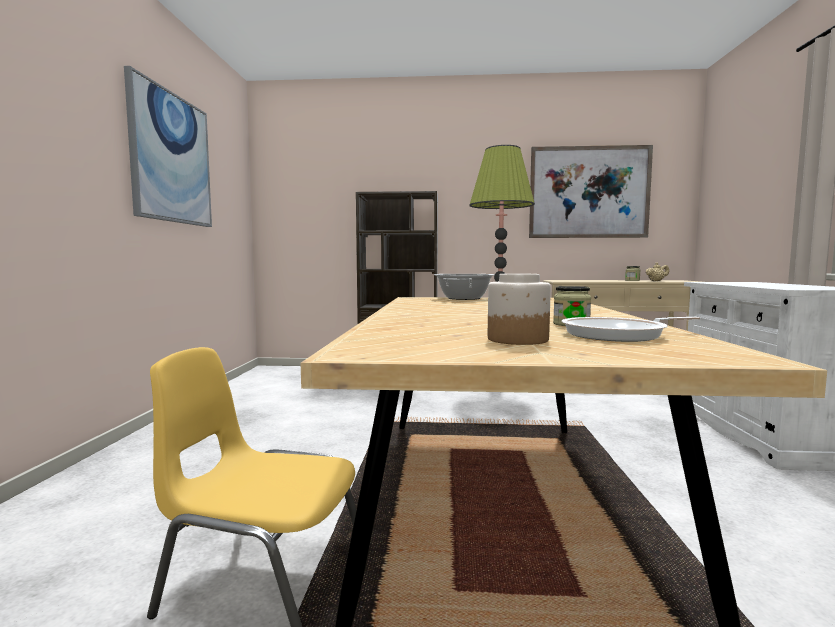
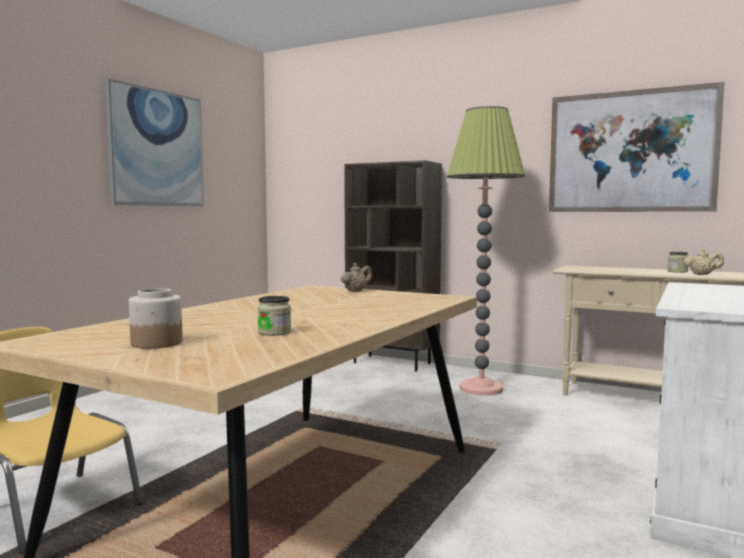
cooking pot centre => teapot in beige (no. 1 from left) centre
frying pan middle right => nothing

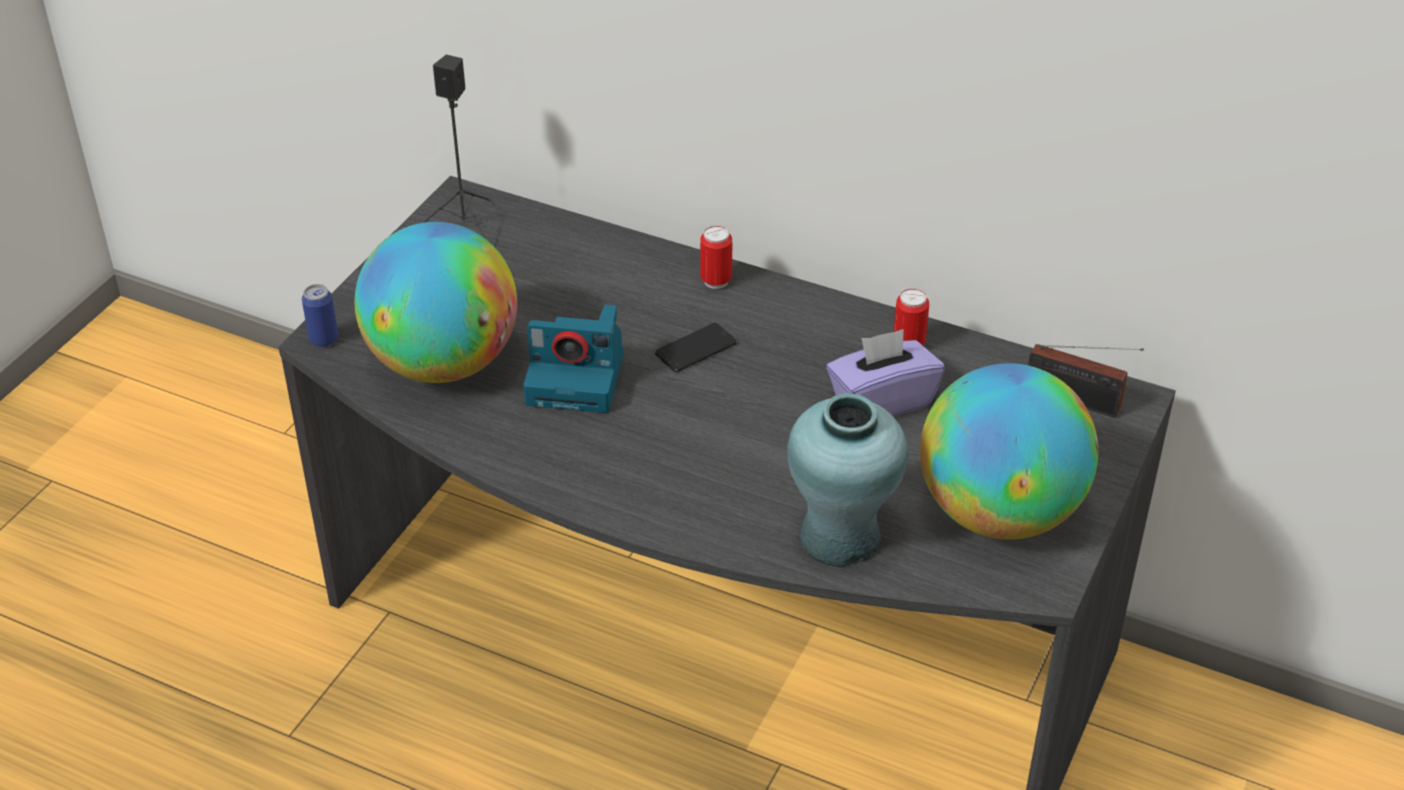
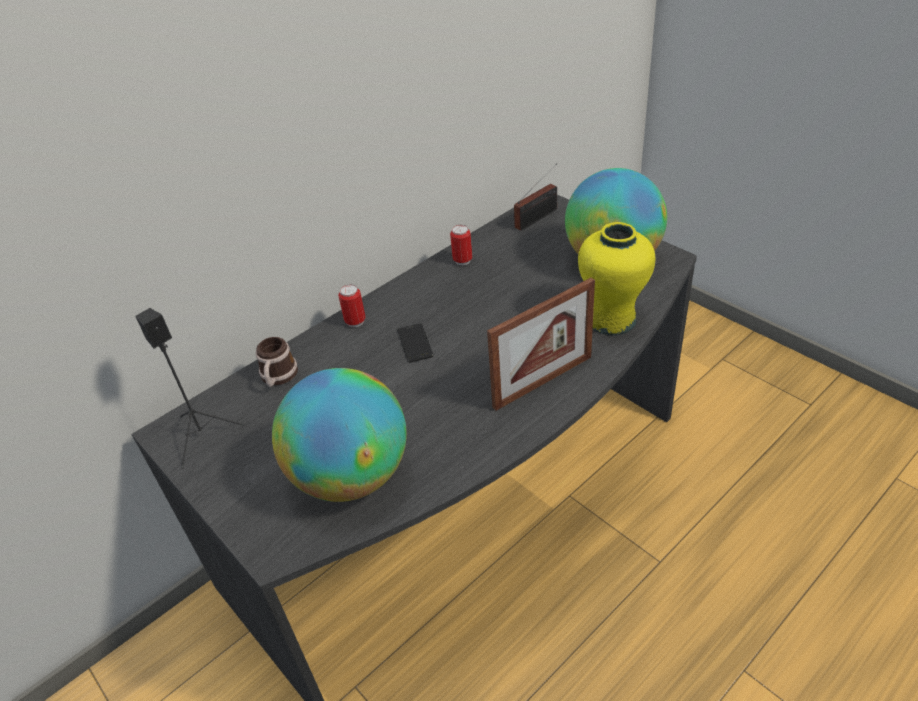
nothing => mug middle left
nothing => picture frame centre
vase in turquoise centre => vase in yellow middle right
can (no. 1 from left) middle left => nothing
photo camera centre => nothing
tissue box in purple centre => nothing

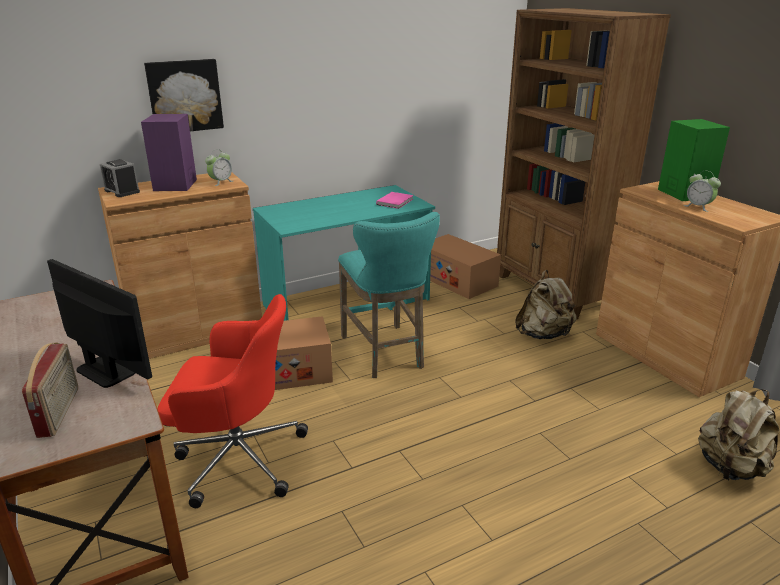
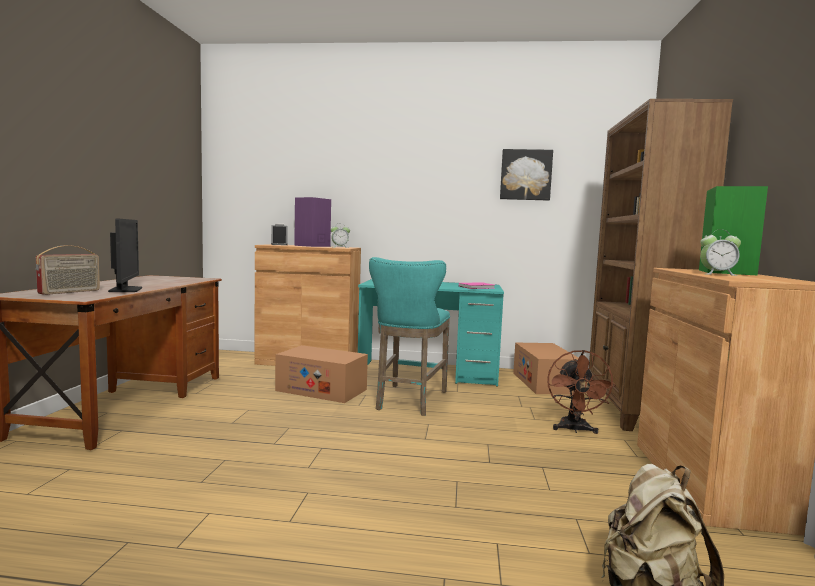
picture top left => picture top centre, shifted
backpack in beige (no. 1 from left) middle right => fan in brown bottom right
alarm clock (no. 3 from left) top right => alarm clock (no. 3 from left) middle right, 75 degrees counterclockwise
office chair in red bottom left => nothing

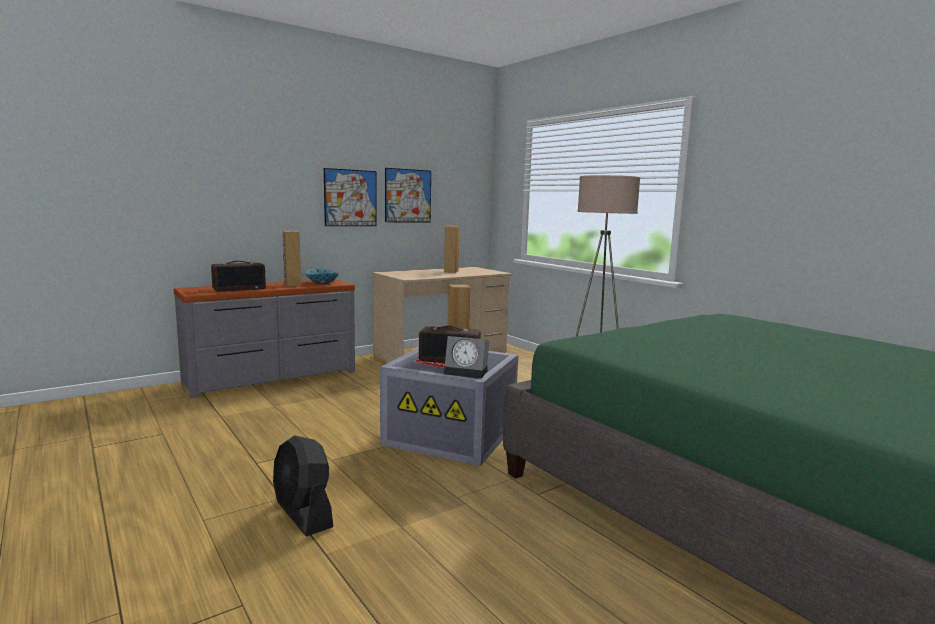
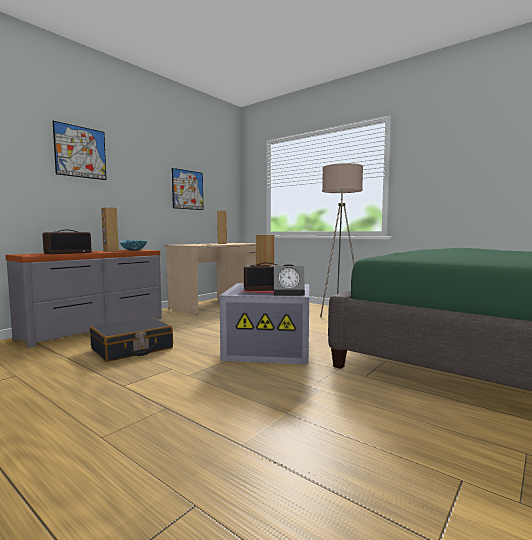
picture (no. 1 from left) top centre => picture (no. 1 from left) top left, shifted
nothing => suitcase in black middle left
fan in black bottom left => nothing

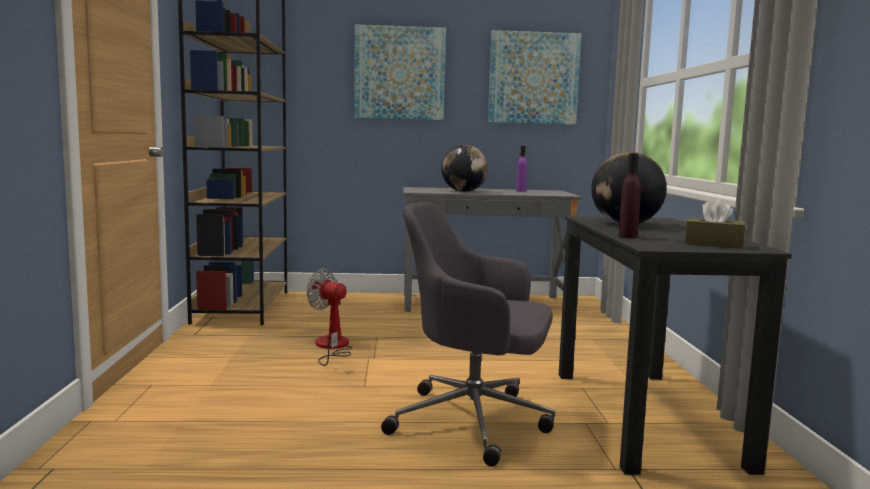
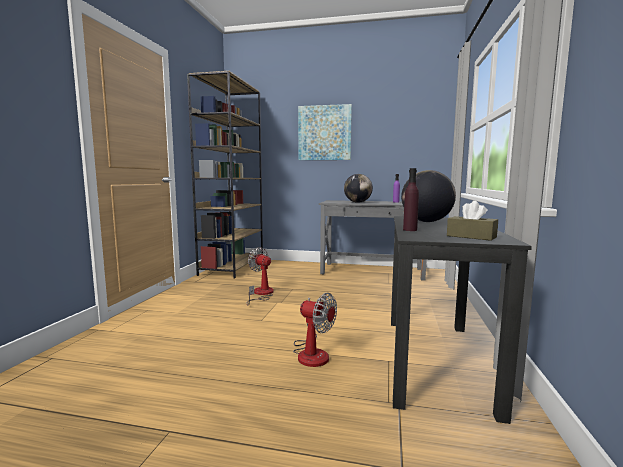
office chair in grey bottom centre => fan (no. 2 from left) bottom centre
picture (no. 2 from left) top centre => nothing

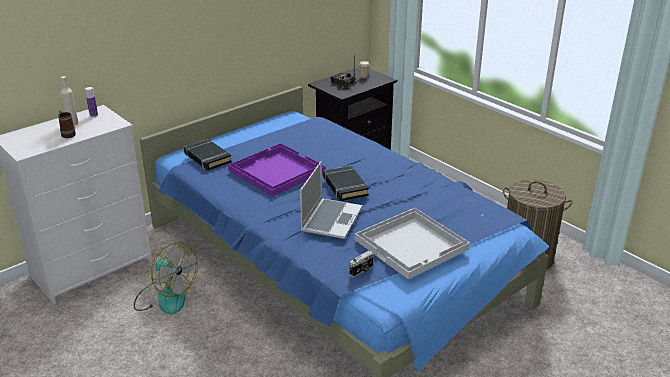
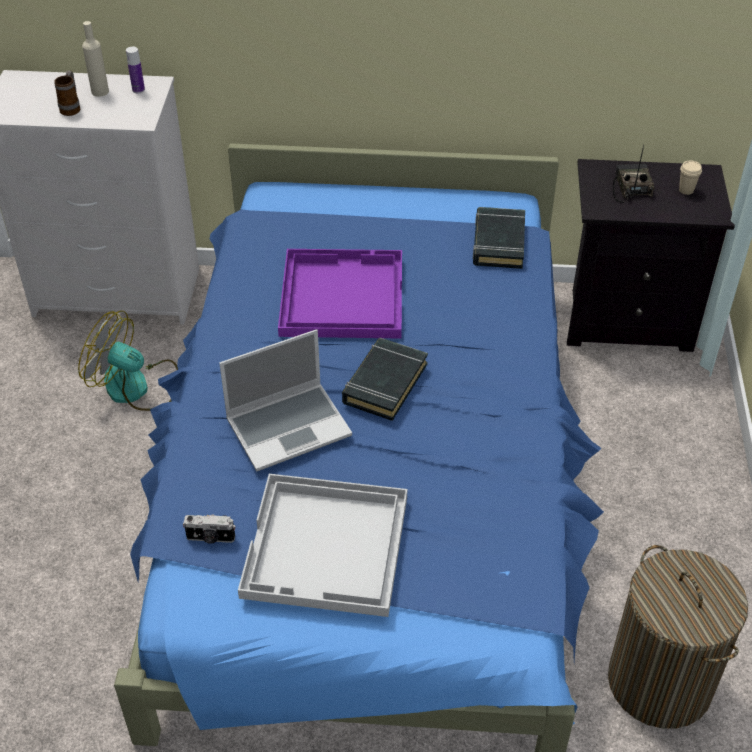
fan bottom left => fan middle left, 120 degrees clockwise
book in black (no. 1 from left in the first image) middle left => book in black (no. 2 from left) top centre, shifted

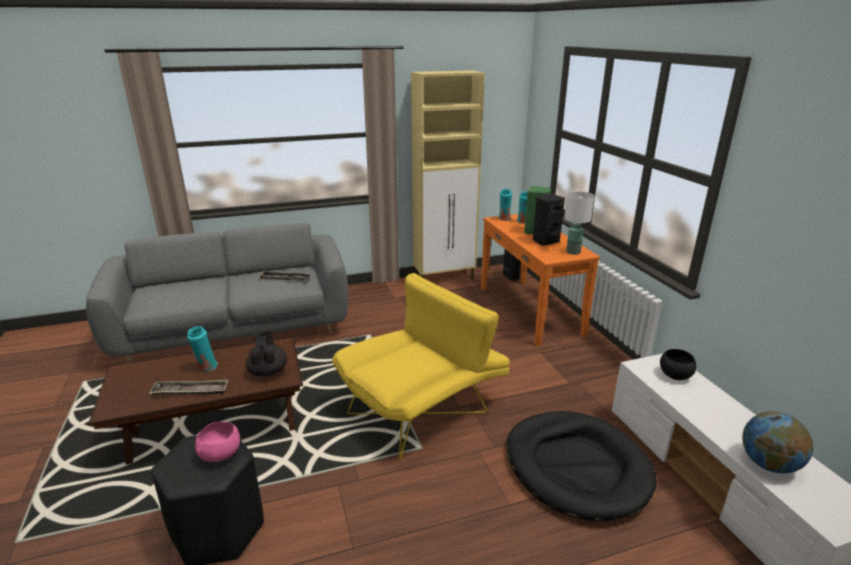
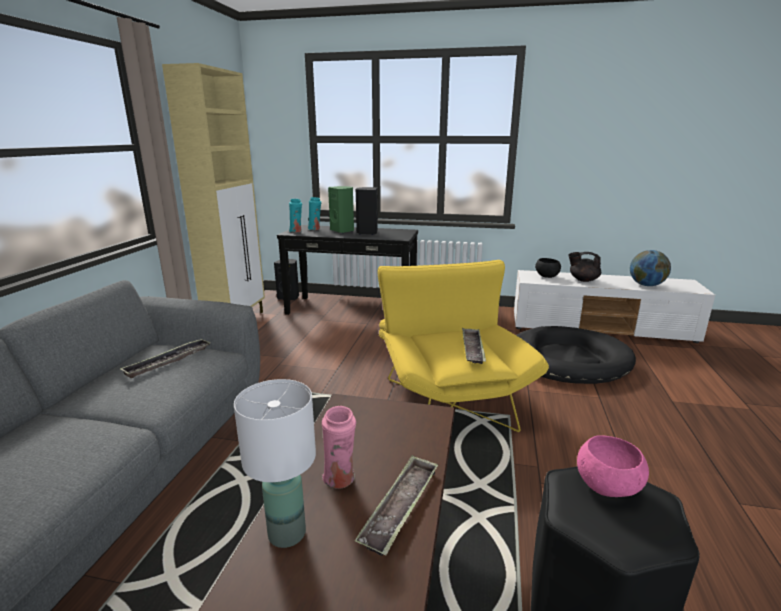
table lamp in white middle right => table lamp in white bottom centre, shifted
console table in orange centre => console table in black centre
vase in turquoise (no. 1 from left) middle left => vase in pink bottom centre
nothing => tray (no. 3 from left) centre
teapot in black middle left => teapot in black middle right, shifted

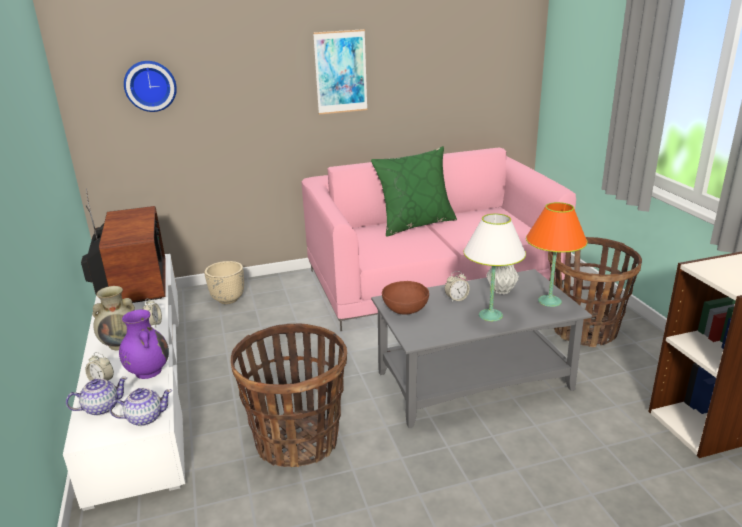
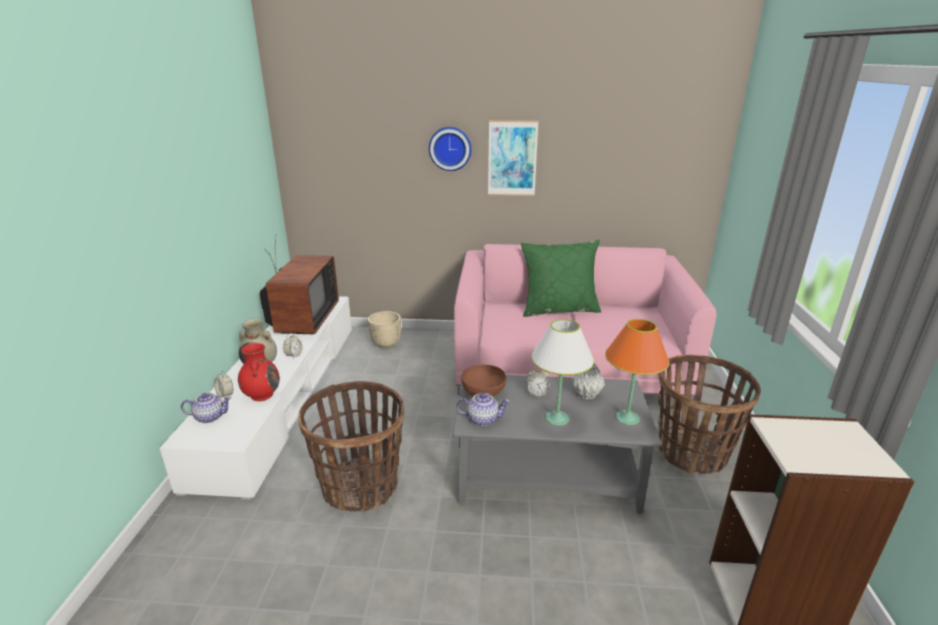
vase in purple middle left => vase in red middle left
wall clock top left => wall clock top centre, shifted
teapot (no. 2 from left) bottom left => teapot (no. 2 from left) centre, shifted

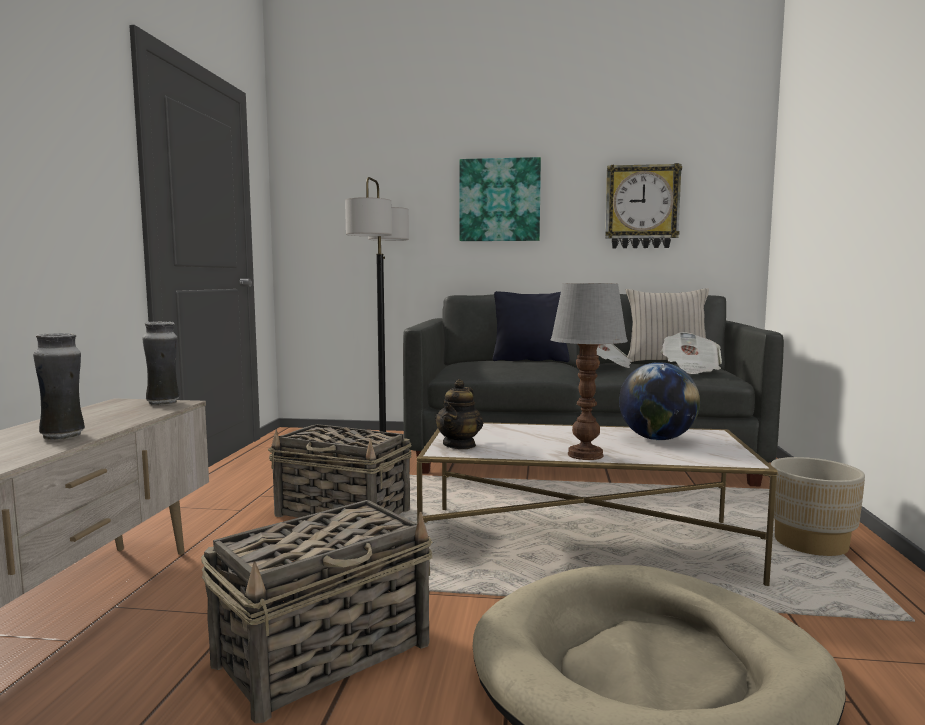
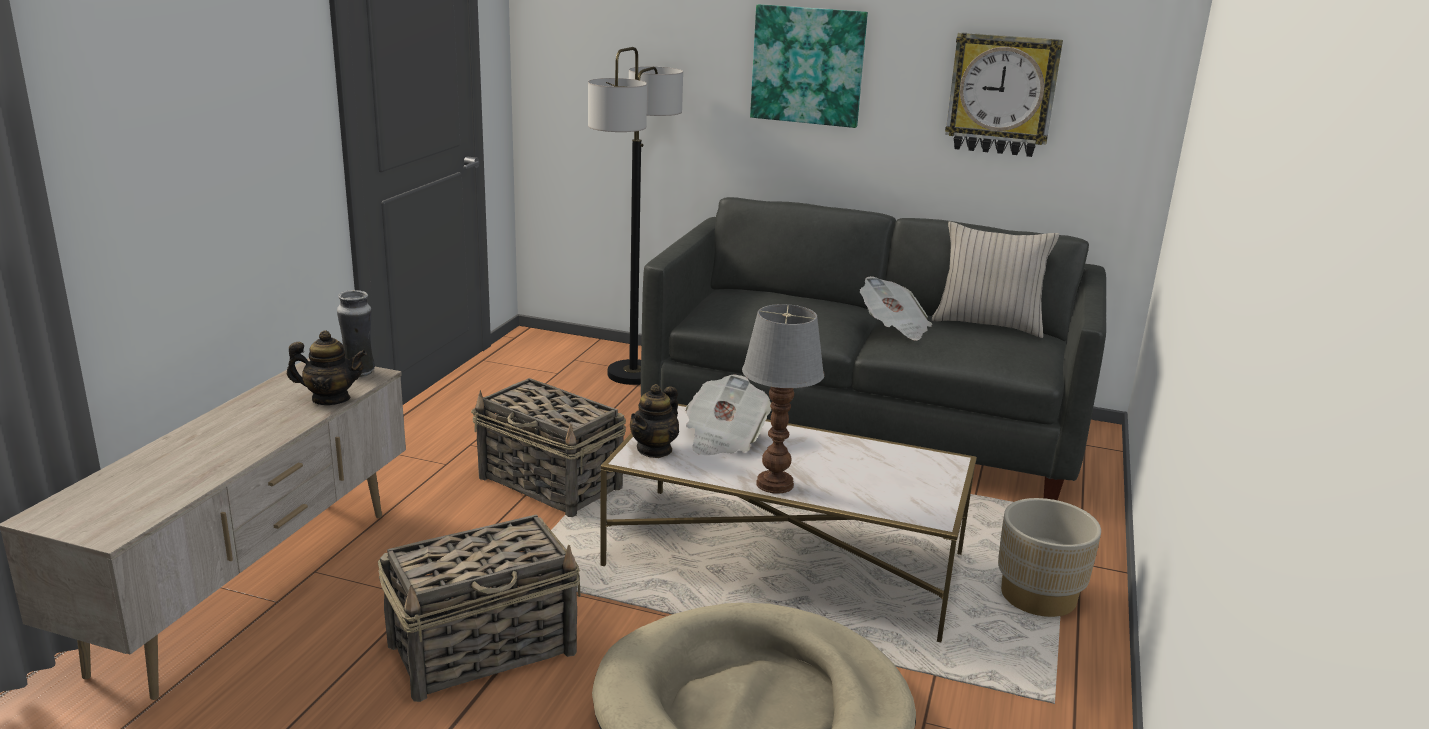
nothing => teapot (no. 1 from left) middle left
newspaper (no. 2 from left in the first image) middle right => newspaper (no. 1 from left) centre, shifted
vase (no. 1 from left) middle left => nothing
pillow in black centre => nothing
globe middle right => nothing

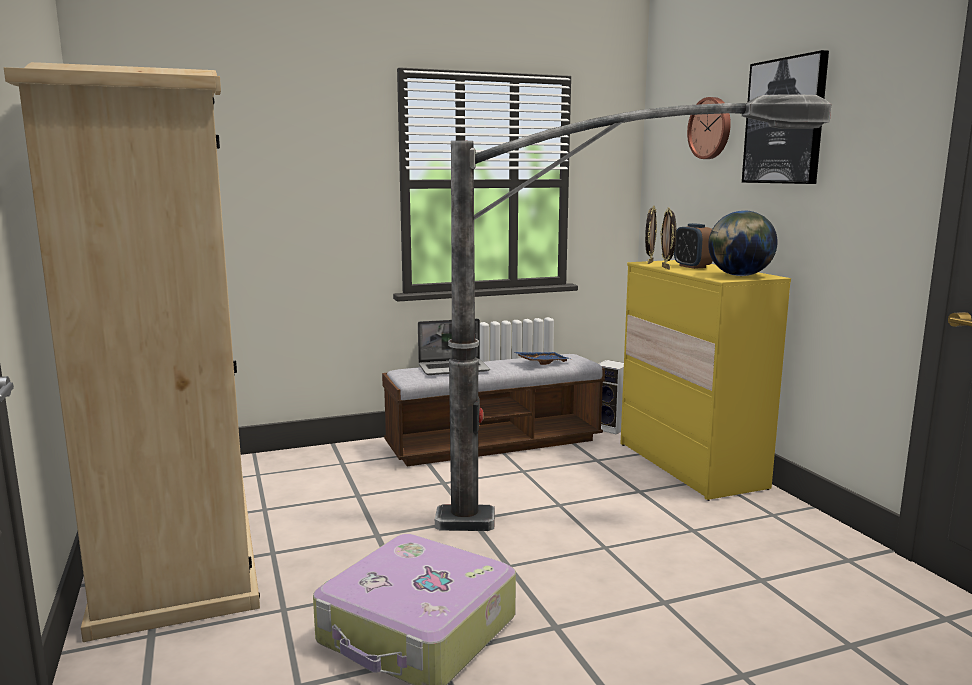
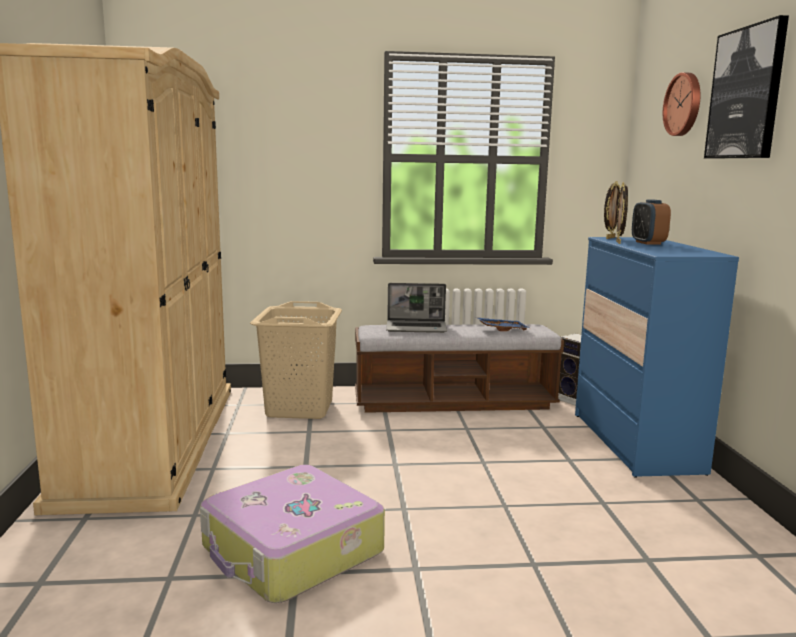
nothing => laundry basket in beige centre
dresser in yellow middle right => dresser in blue middle right
floor lamp centre => nothing
globe middle right => nothing

